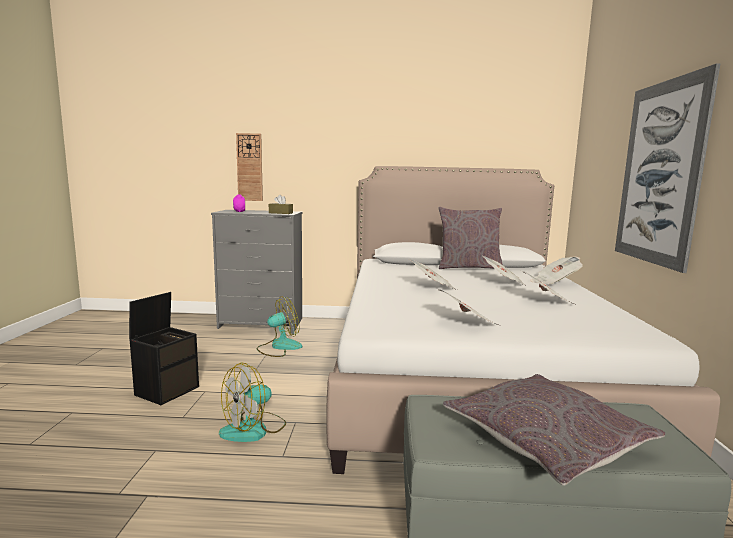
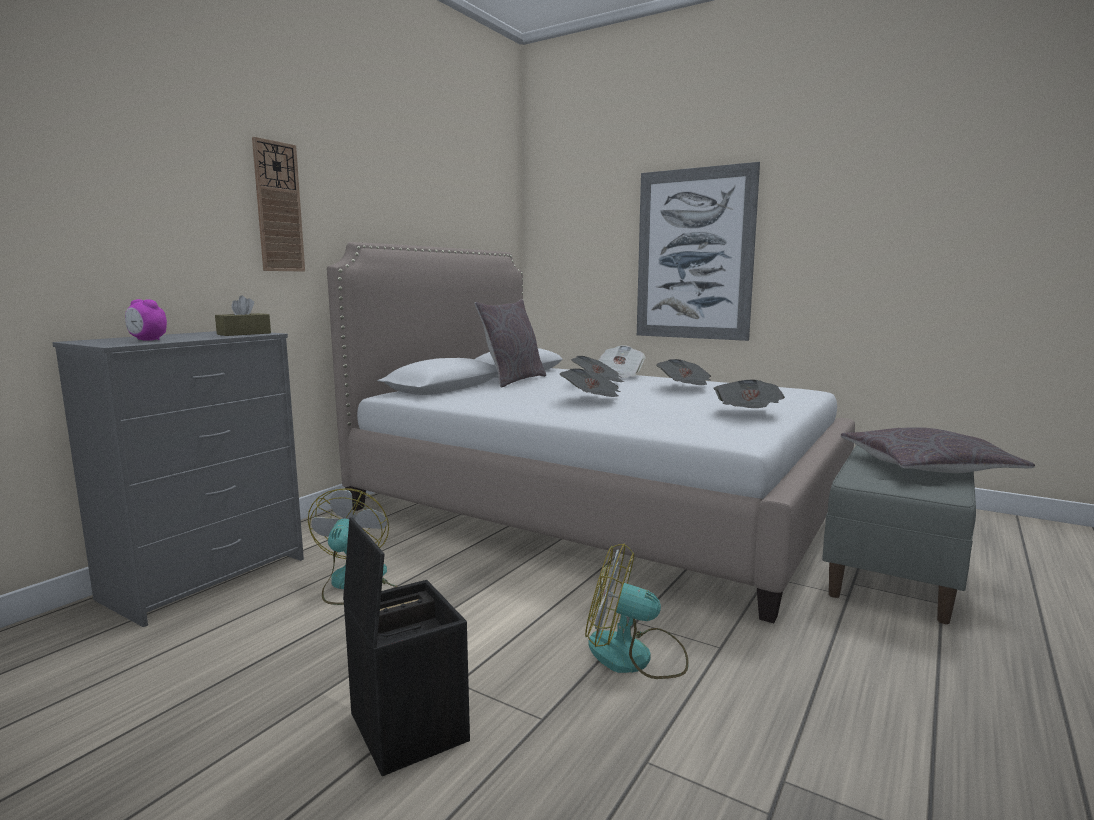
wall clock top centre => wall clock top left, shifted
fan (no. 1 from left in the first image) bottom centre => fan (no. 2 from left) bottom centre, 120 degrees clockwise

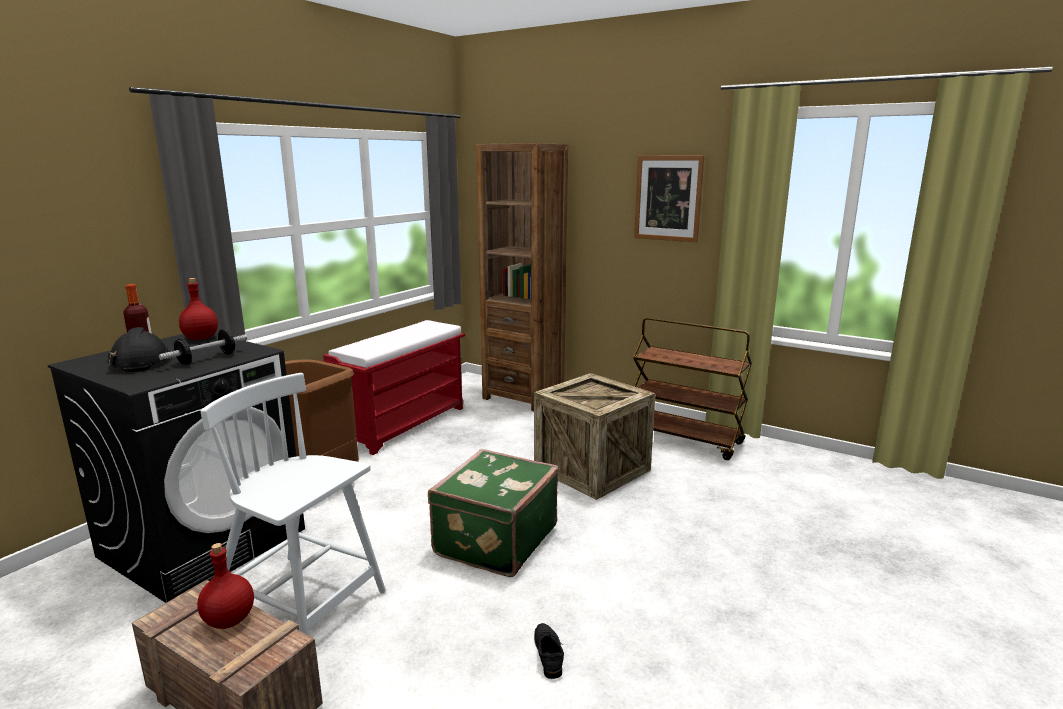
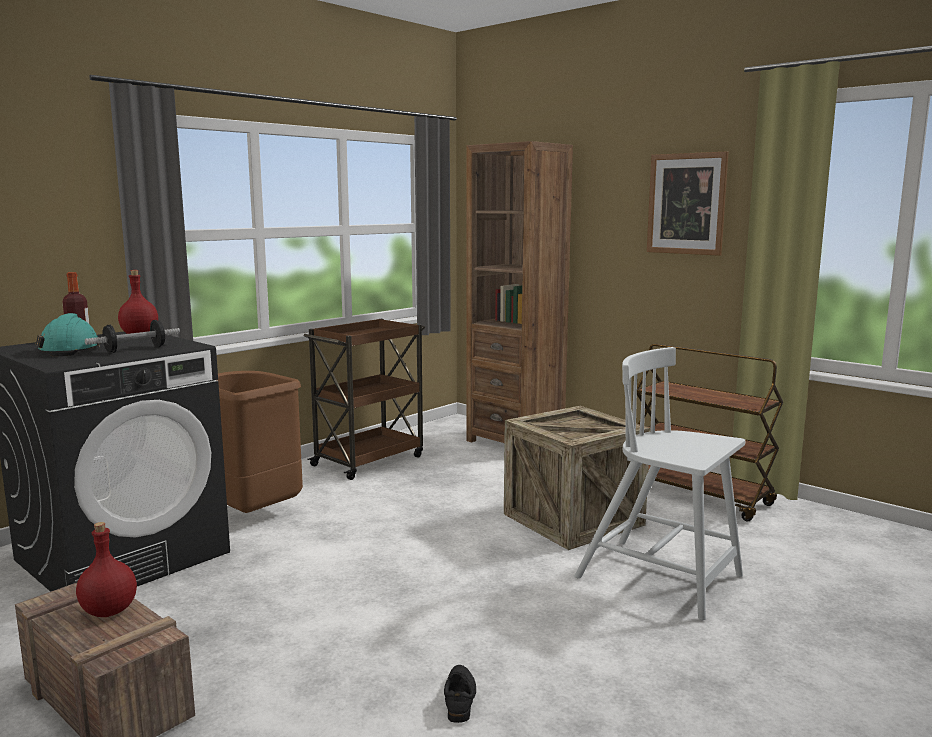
hard hat in black middle left => hard hat in turquoise middle left
bench in red centre => cart in brown (no. 1 from left) centre
chair in white bottom left => chair in white middle right, shifted
suitcase in green bottom centre => nothing

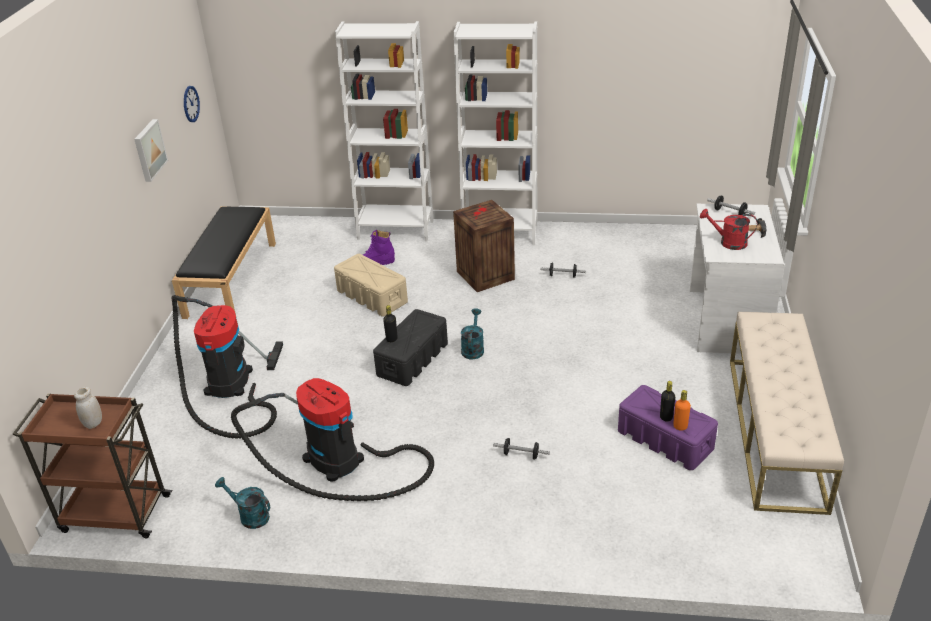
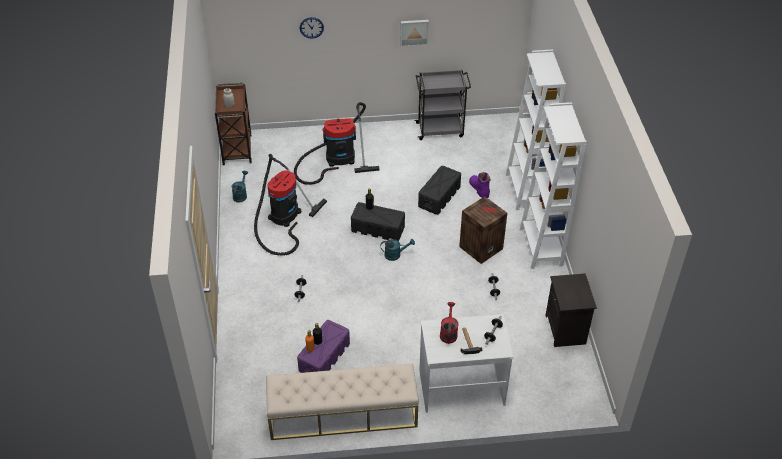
wall clock top left => wall clock top centre, shifted
bench in black middle left => cart in grey top centre
storage box in beige centre => storage box in black (no. 2 from left) centre
nothing => nightstand in black bottom right

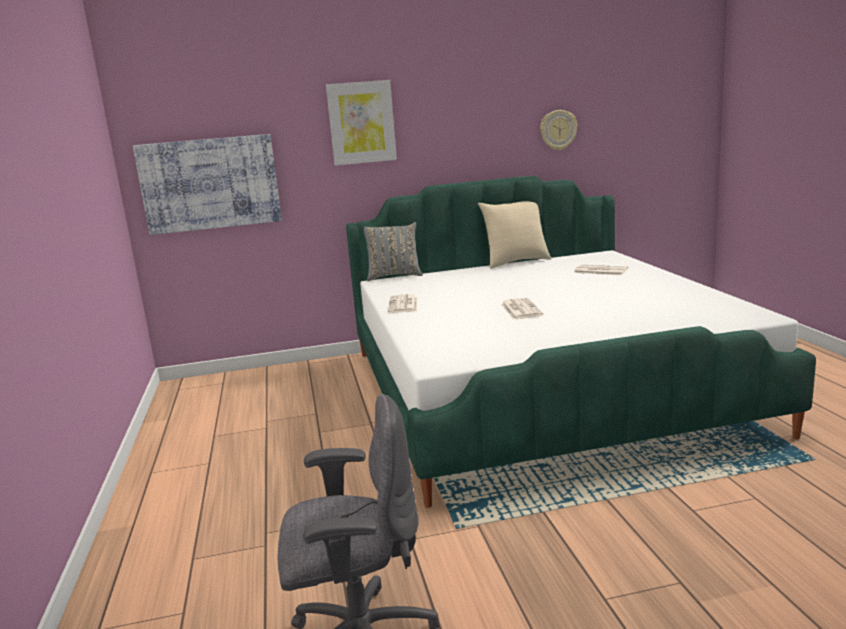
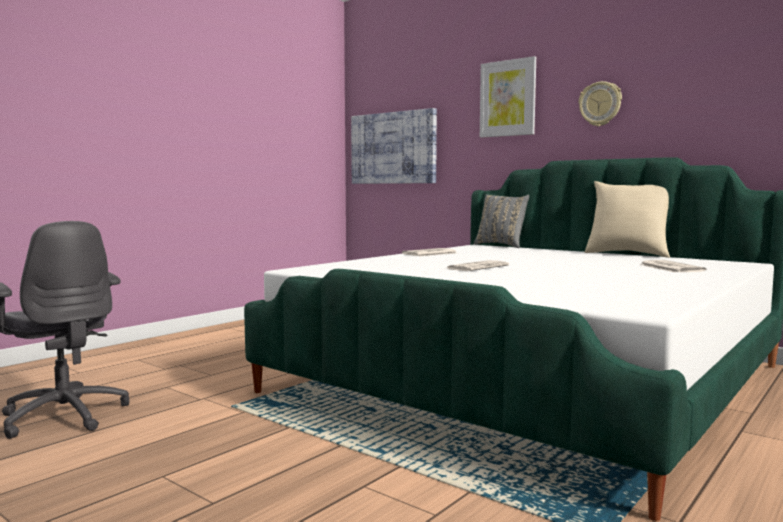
wall clock top centre => wall clock top right, shifted

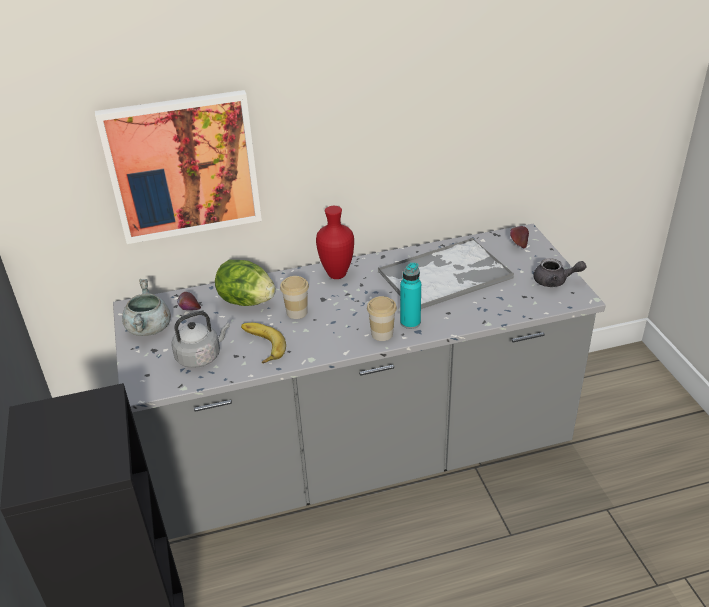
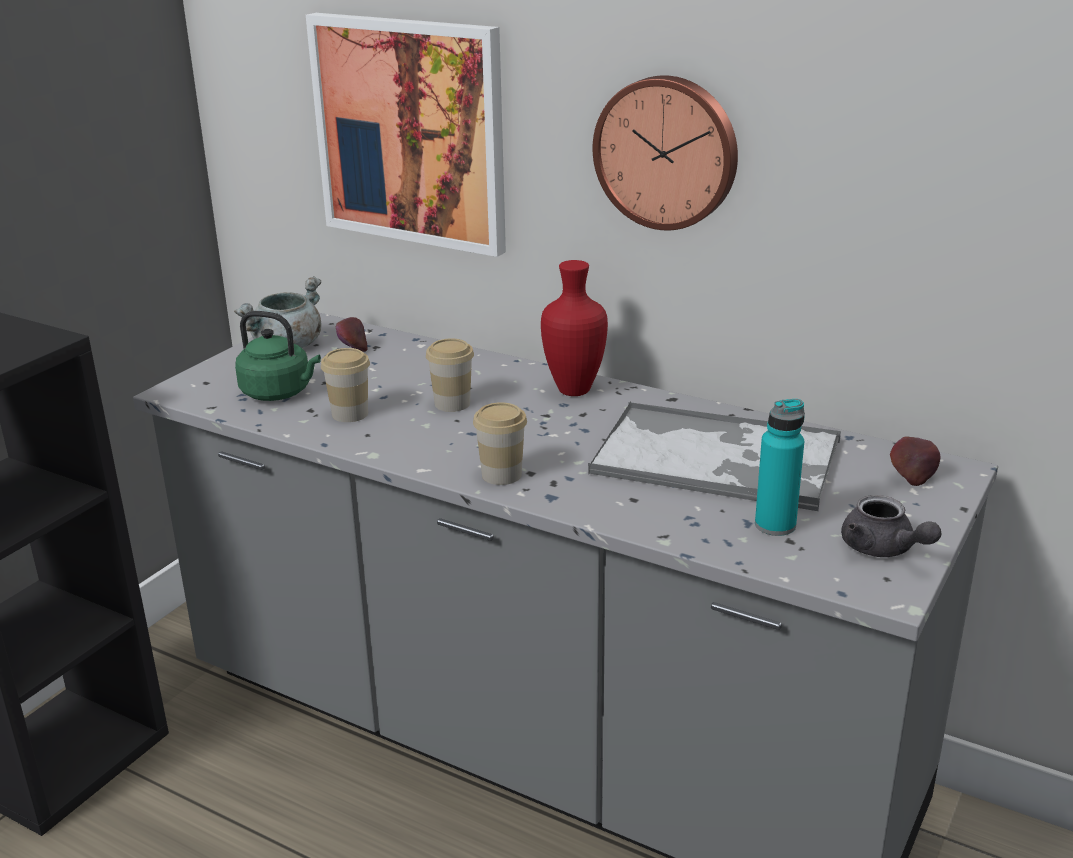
kettle in grey middle left => kettle in green middle left
banana centre => cup (no. 1 from left) middle left
nothing => wall clock top centre
bottle in turquoise centre => bottle in turquoise middle right, shifted
lettuce centre => nothing

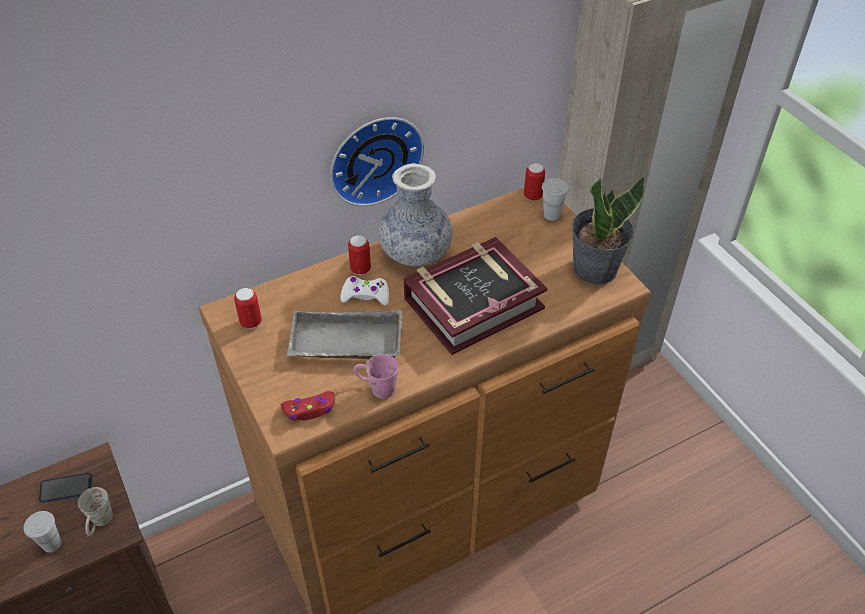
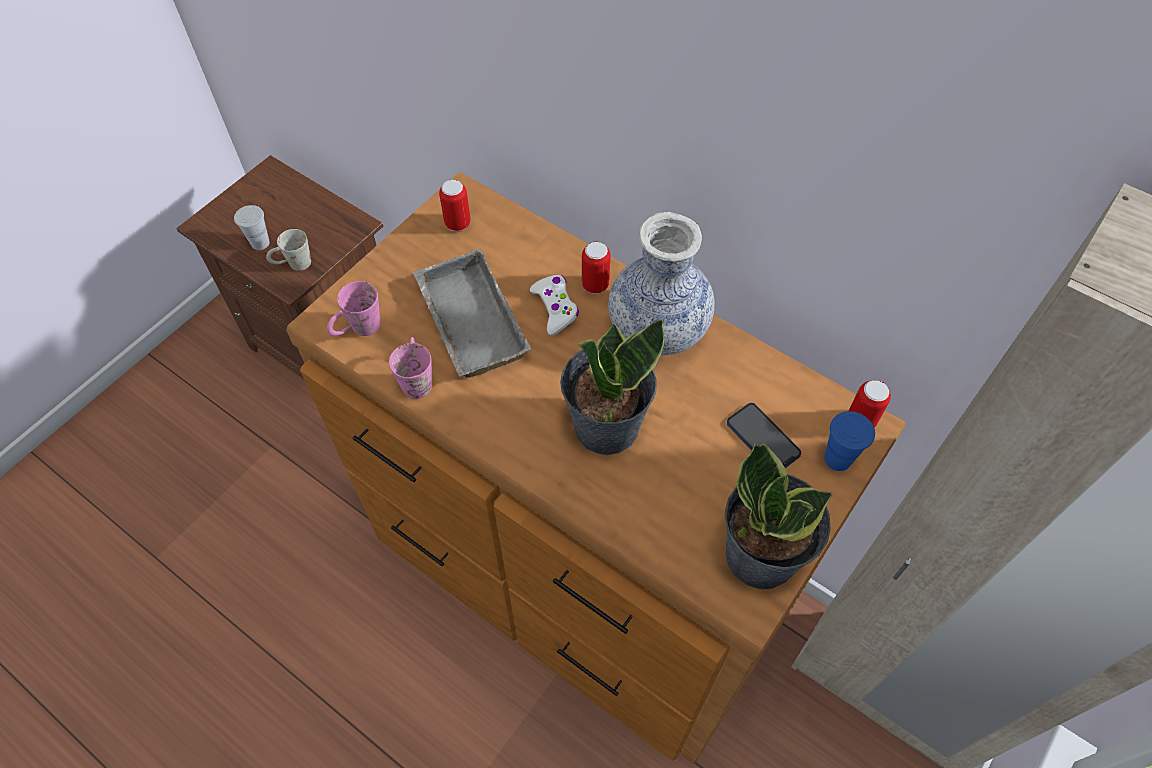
game controller in red centre => mug in pink (no. 1 from left) middle left
book centre => potted plant (no. 1 from left) centre
phone bottom left => phone centre, shifted
cup in white (no. 2 from left) top centre => cup in blue middle right
wall clock top centre => nothing

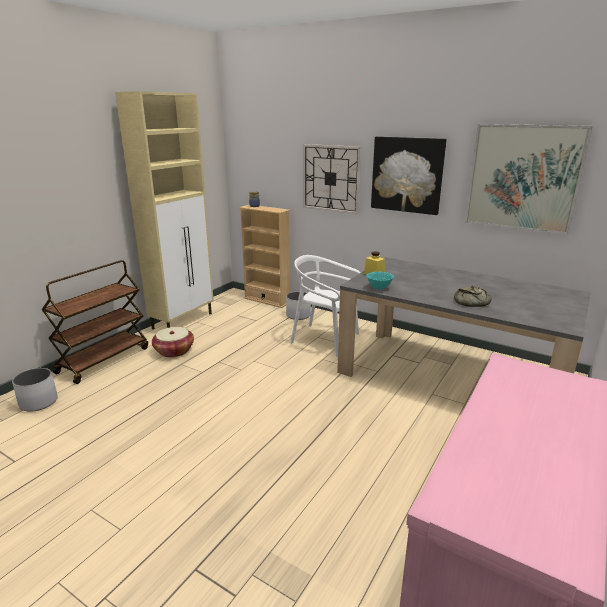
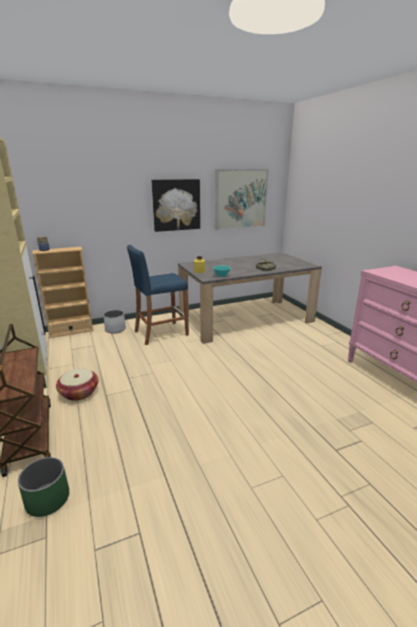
planter in white (no. 1 from left) middle left => planter in green bottom left
chair in white centre => stool in blue centre
wall clock top centre => nothing

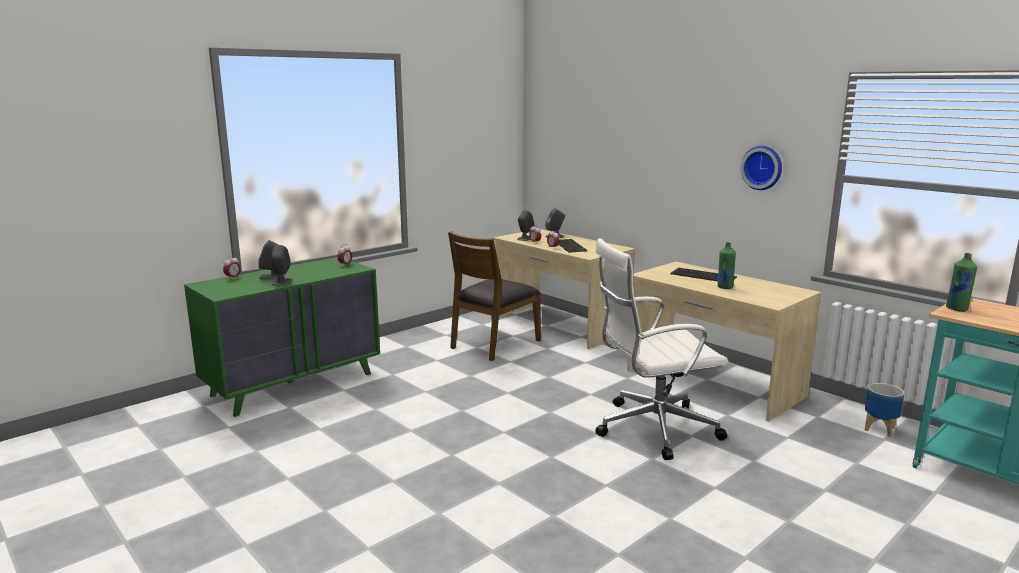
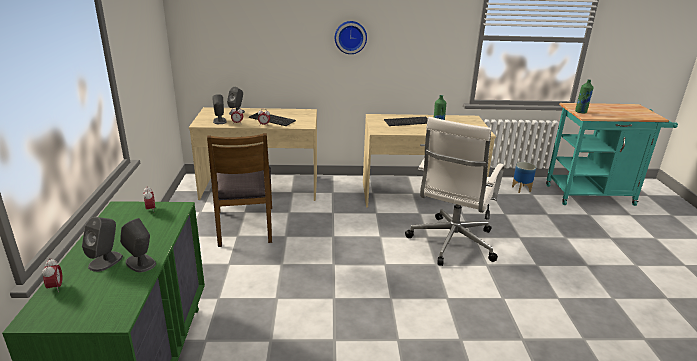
wall clock top right => wall clock top centre, shifted

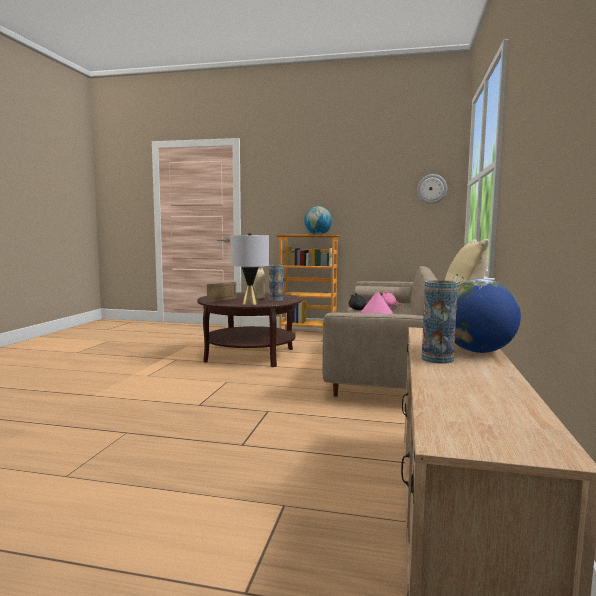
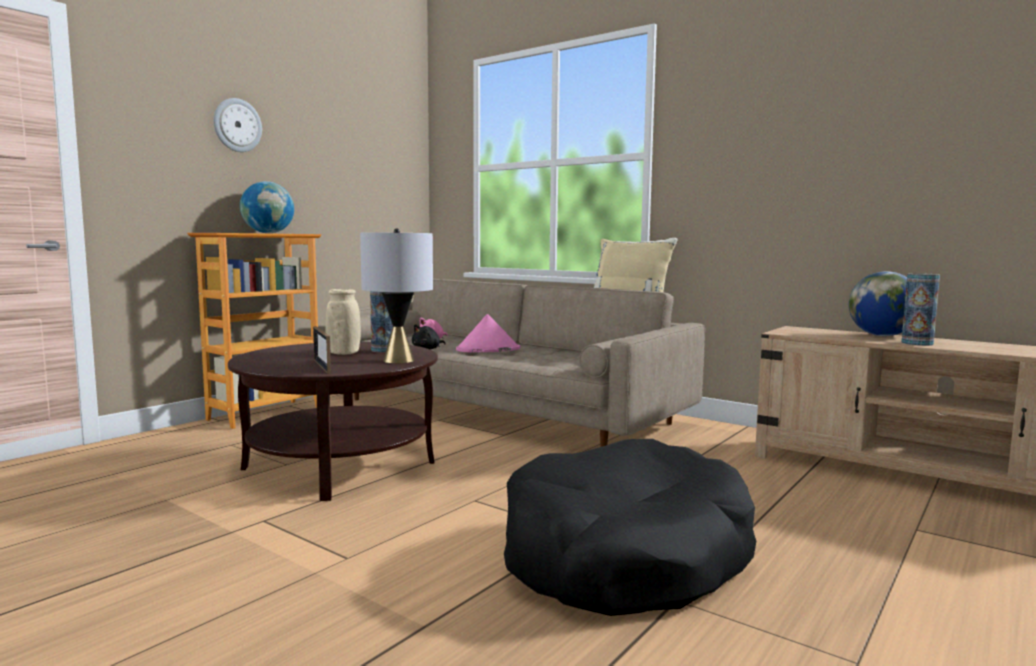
wall clock top right => wall clock top left, shifted
nothing => dog bed in black bottom centre

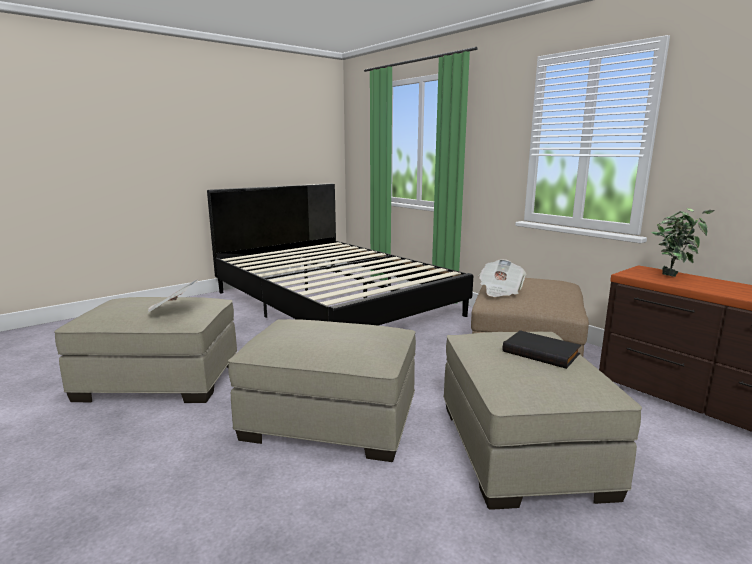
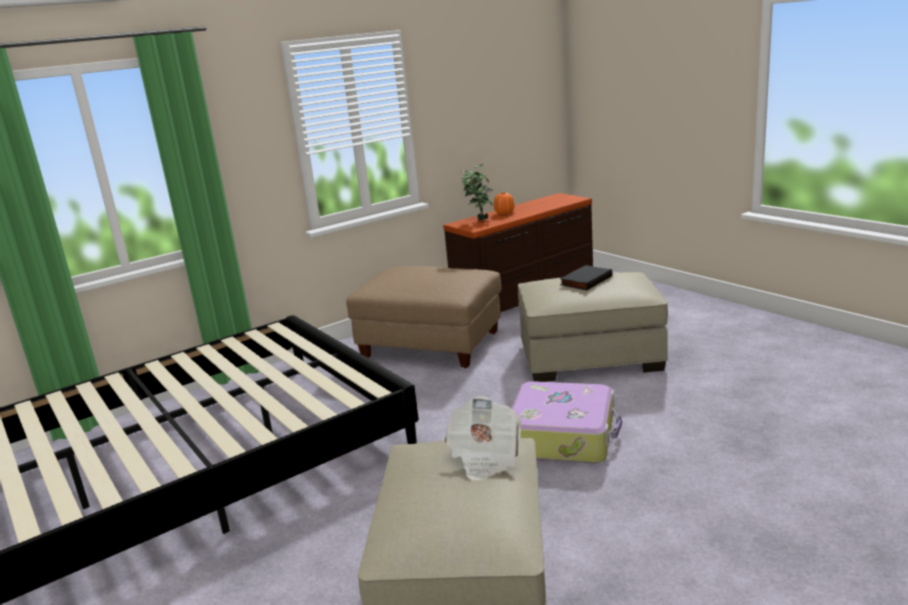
nothing => vase in orange centre
ottoman in beige (no. 2 from left) bottom centre => suitcase bottom centre
newspaper (no. 2 from left) middle right => nothing

